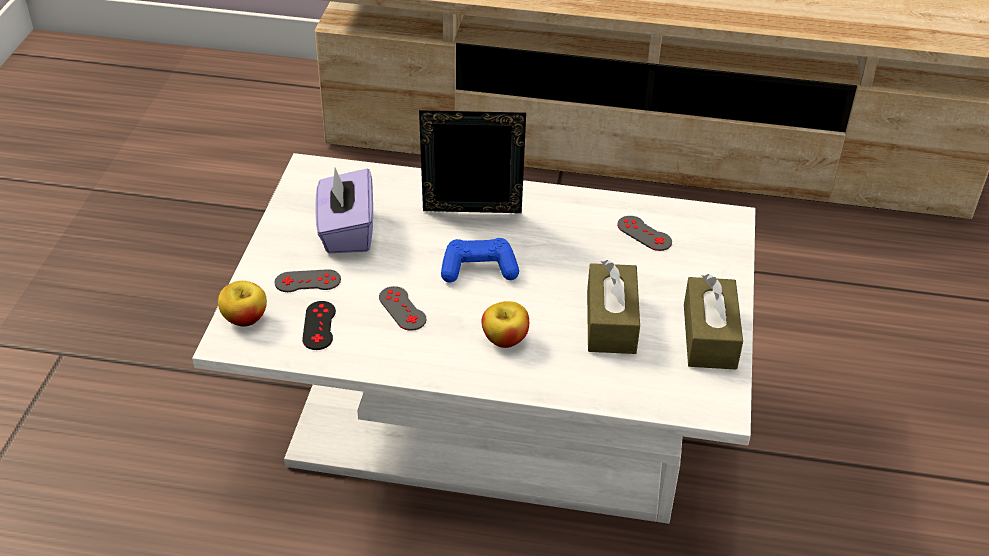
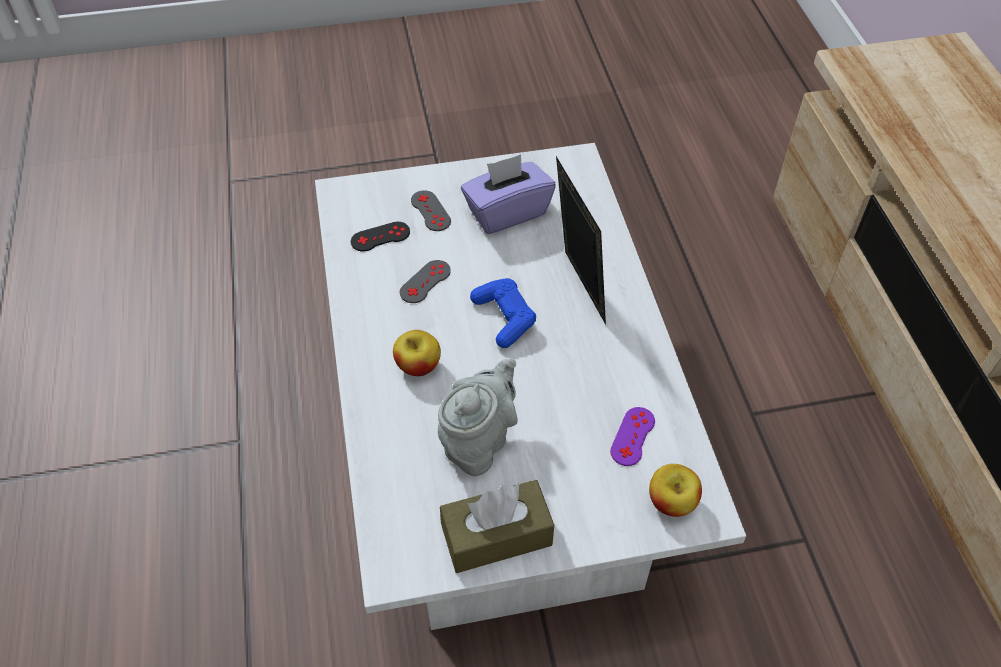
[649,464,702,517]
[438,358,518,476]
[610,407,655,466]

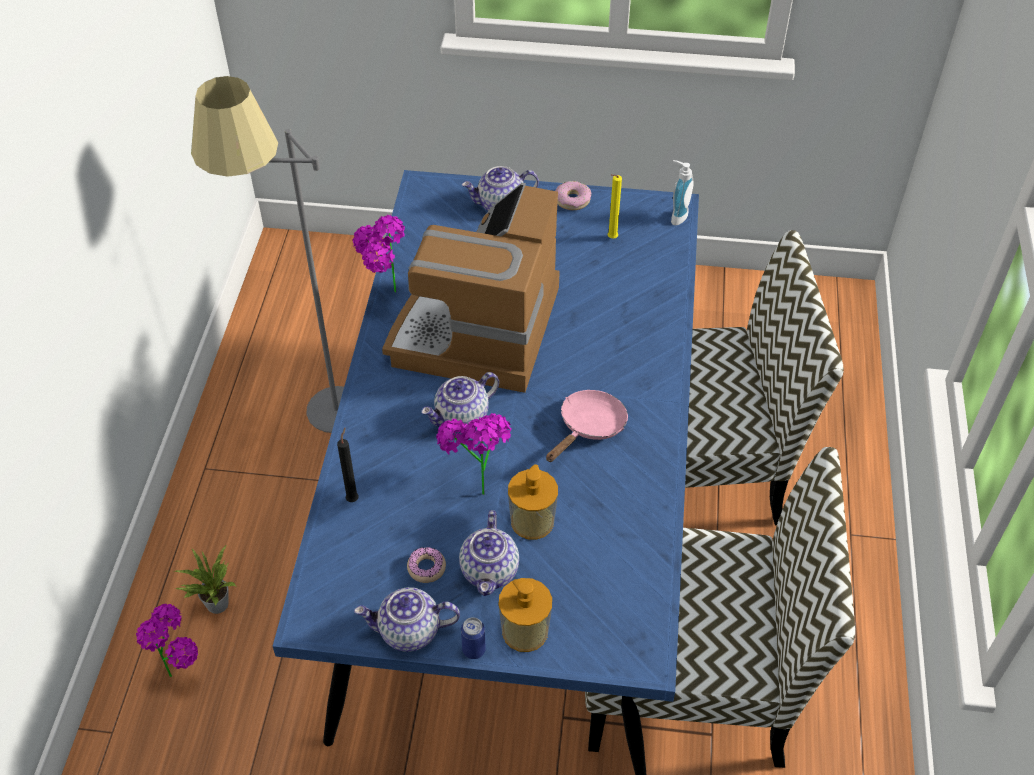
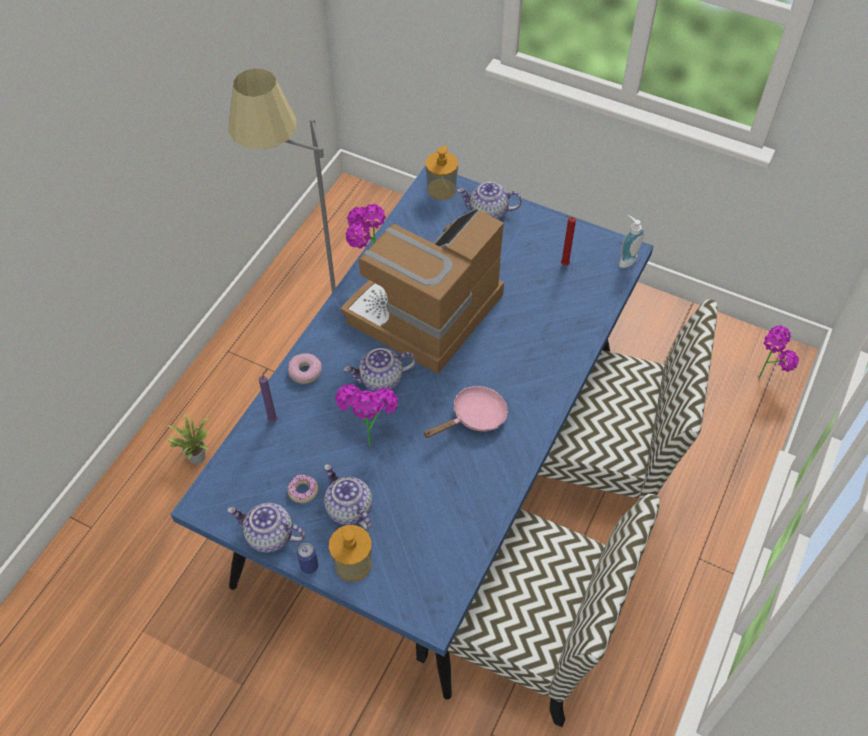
[759,325,799,377]
[259,368,278,423]
[324,464,372,531]
[425,146,458,200]
[288,353,322,384]
[561,216,576,266]

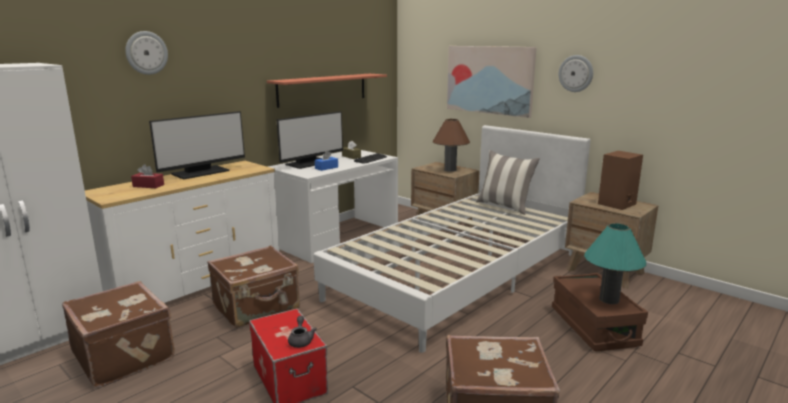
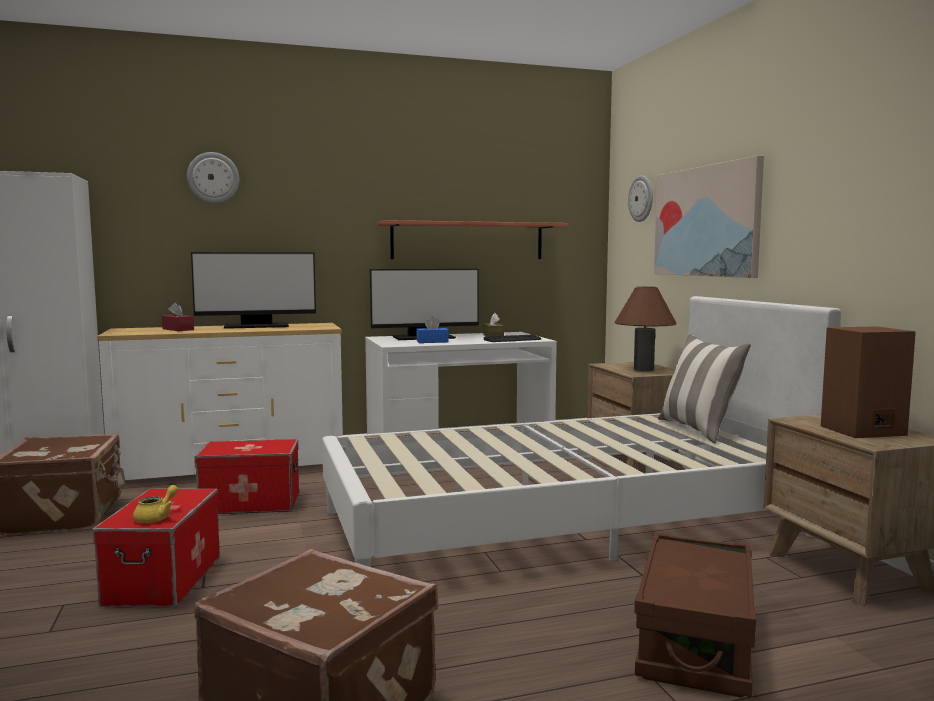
[194,439,299,514]
[133,485,178,523]
[628,175,653,222]
[584,223,646,304] (first image)

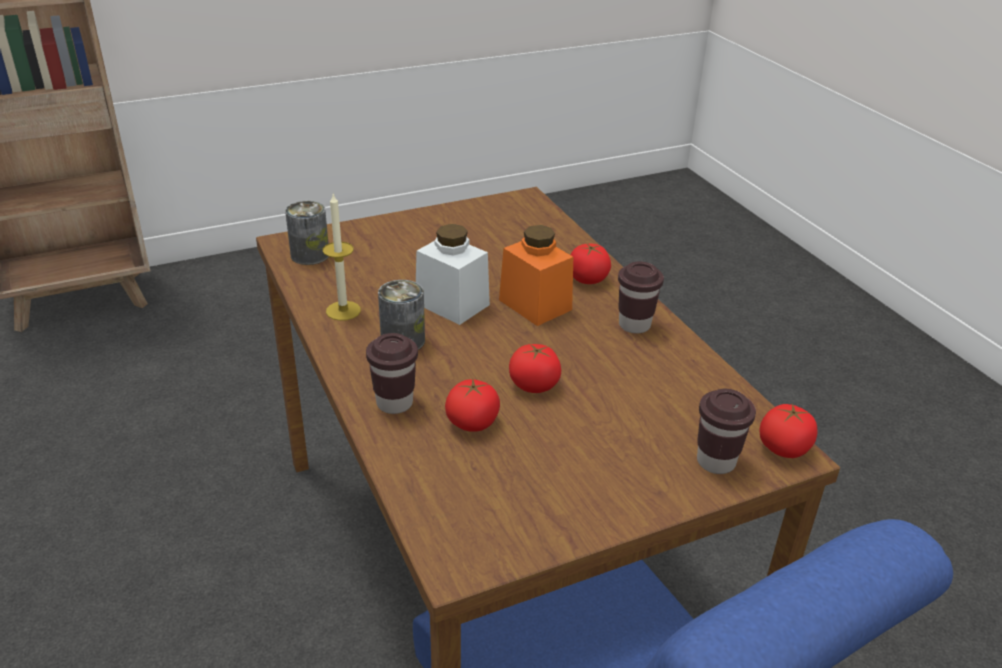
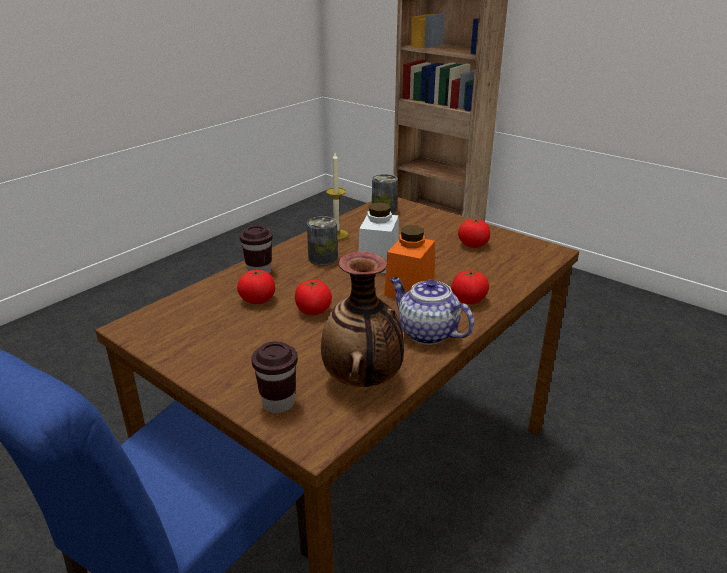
[390,277,474,345]
[458,219,490,248]
[321,251,404,387]

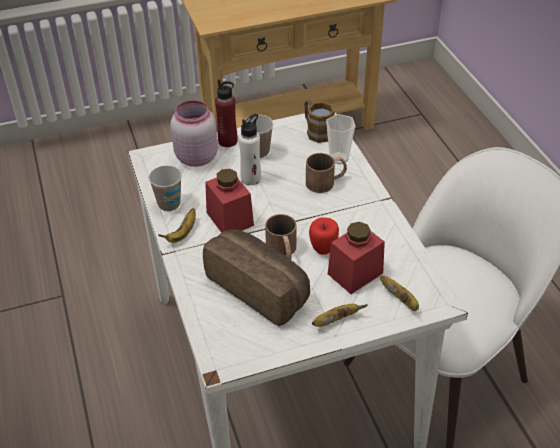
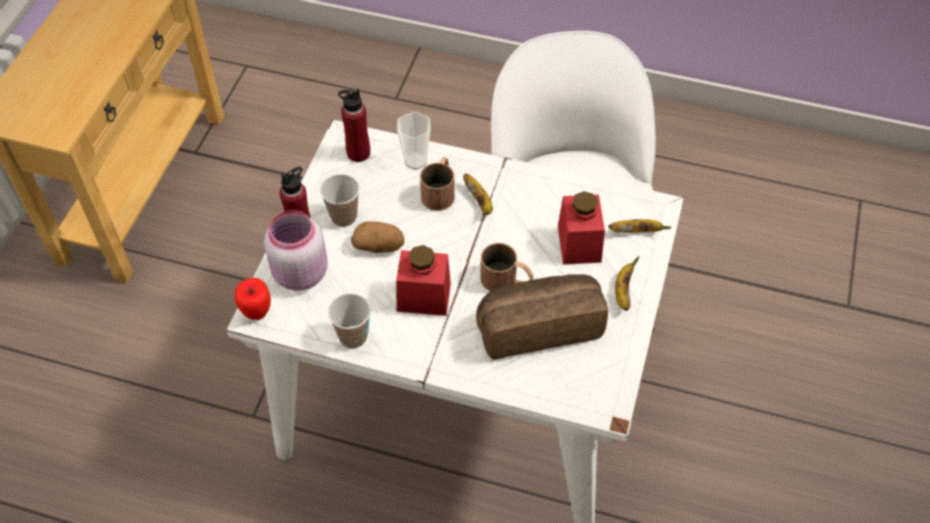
[463,173,493,215]
[351,221,405,253]
[338,89,370,162]
[234,278,271,320]

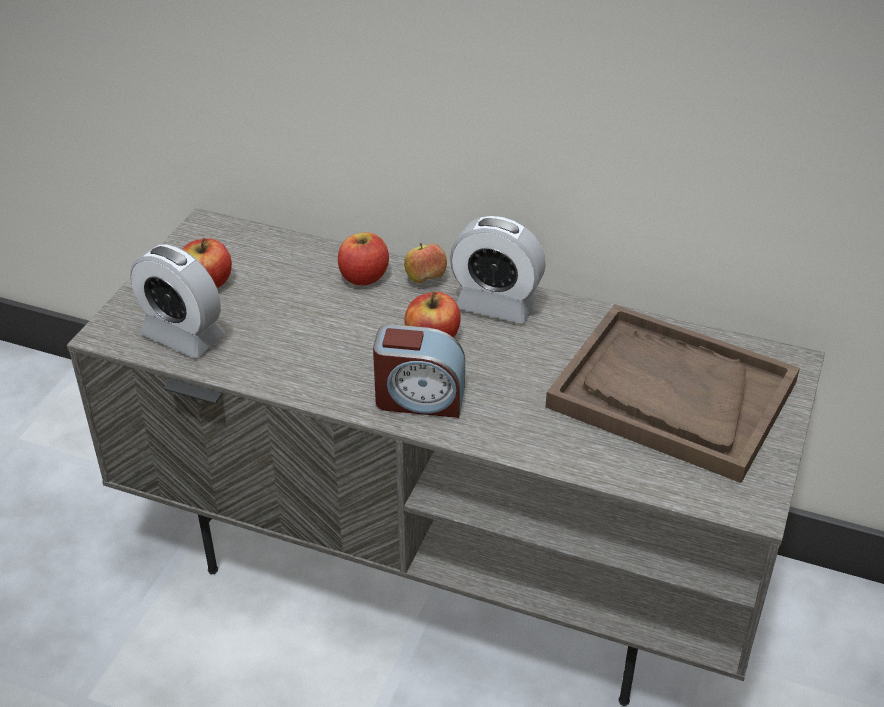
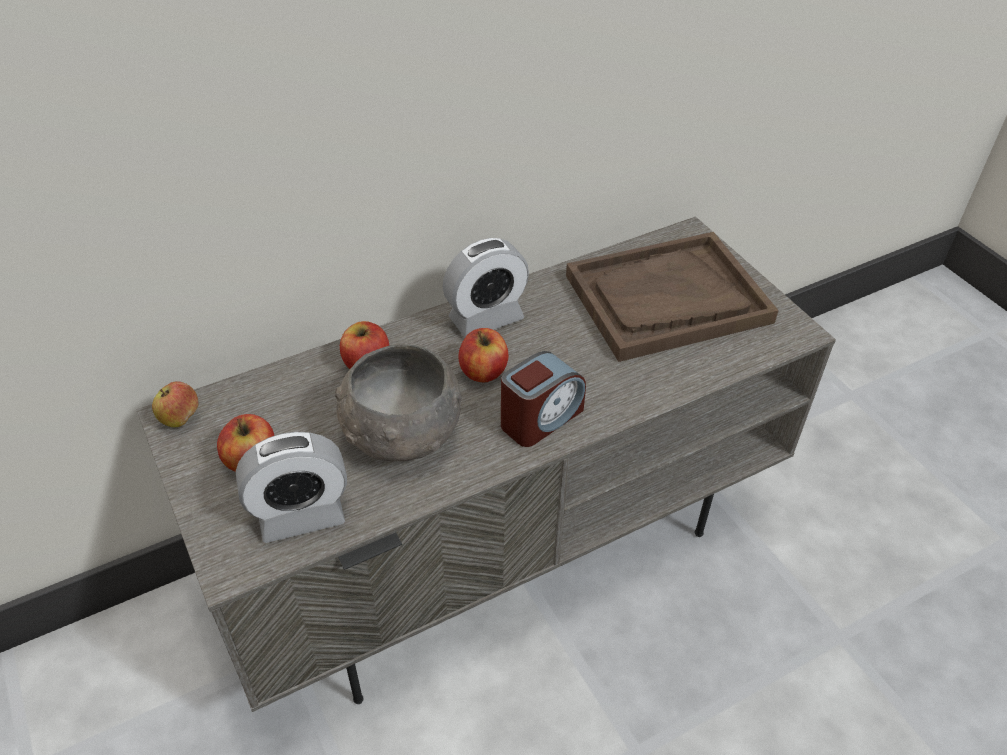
[152,381,198,427]
[335,344,462,461]

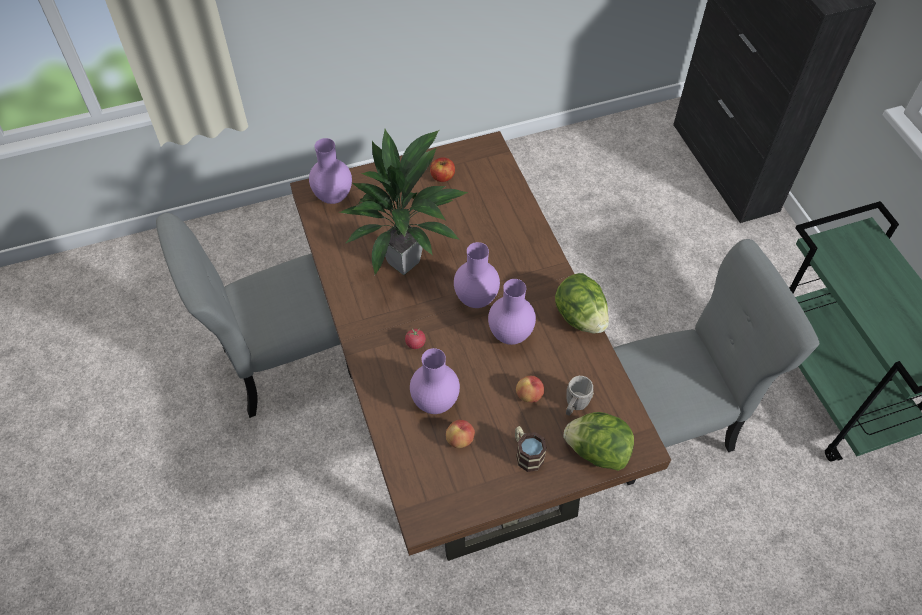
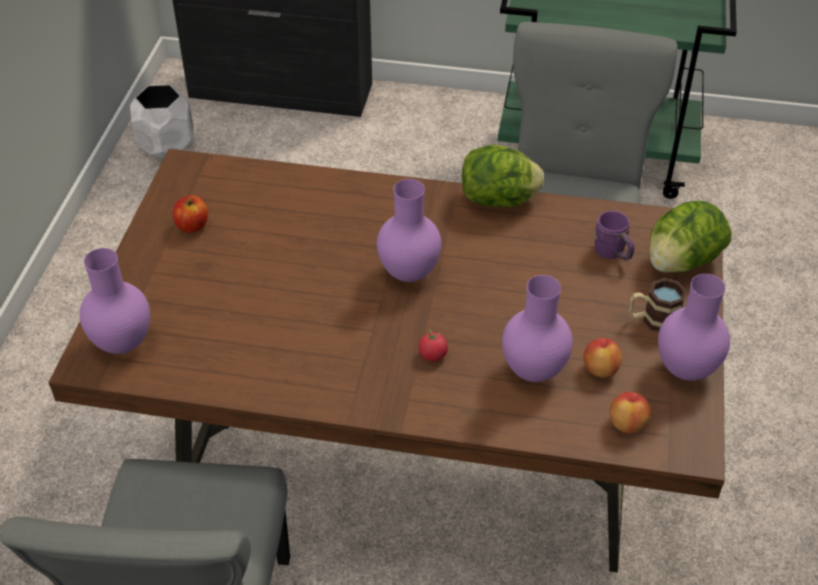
[340,129,468,275] (first image)
[658,274,730,381]
[610,392,651,434]
[594,211,635,260]
[130,85,194,159]

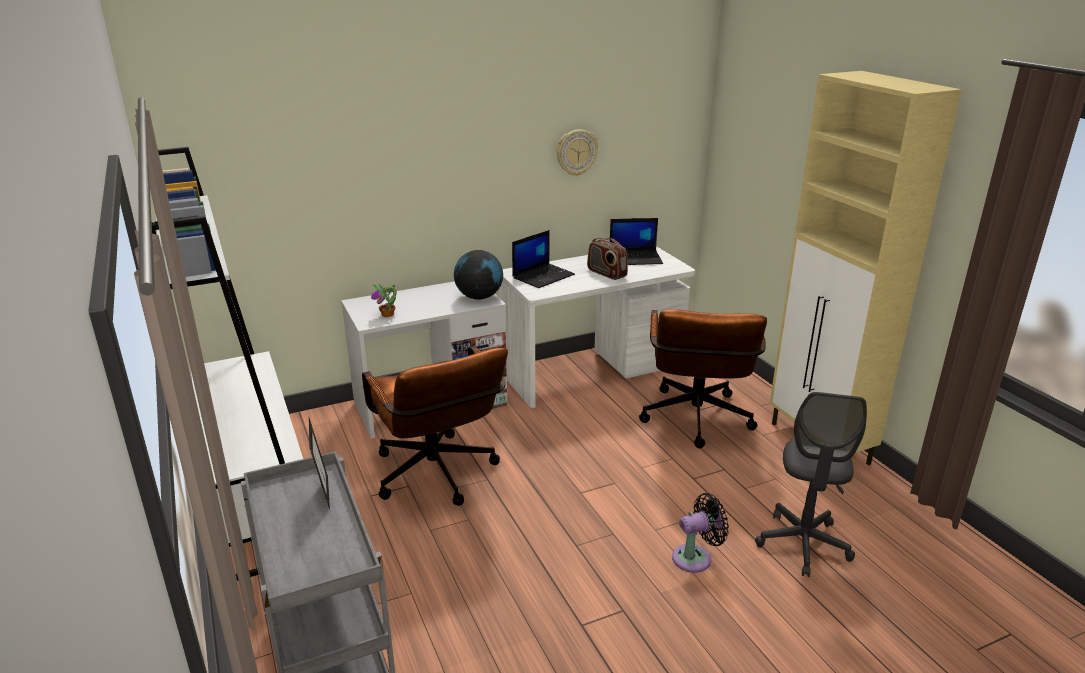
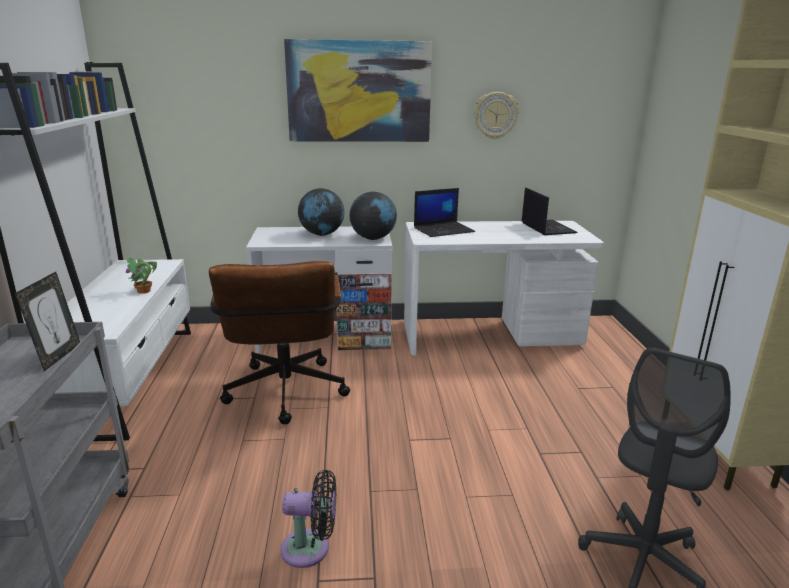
[126,257,157,294]
[587,238,628,280] (first image)
[521,187,578,235]
[639,309,767,448] (first image)
[281,470,336,568]
[284,39,432,142]
[298,188,345,236]

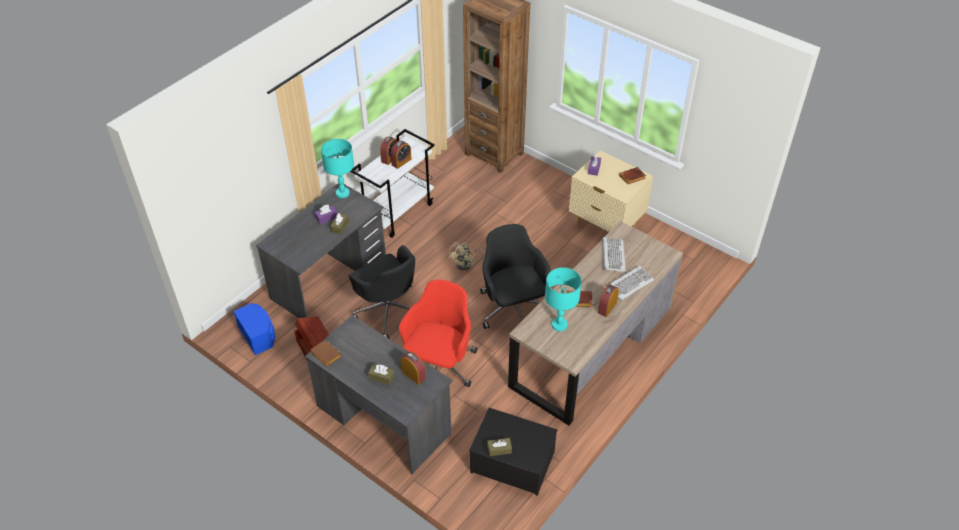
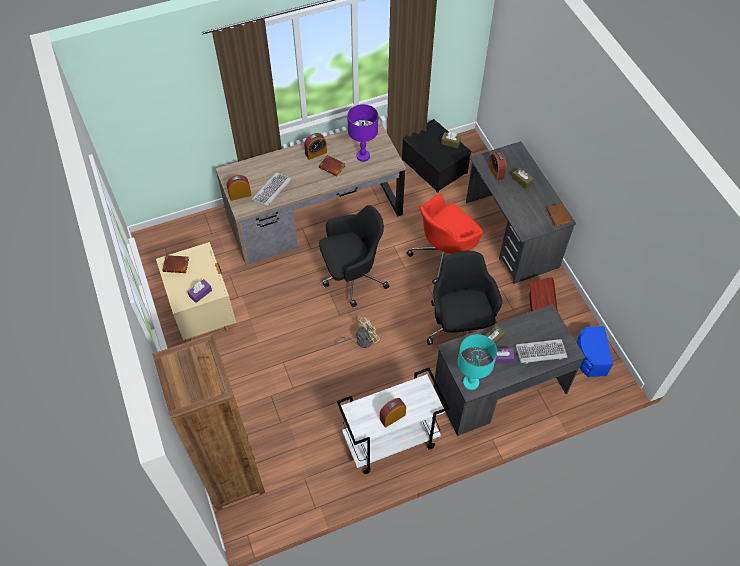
[227,175,251,201]
[319,205,389,307]
[347,104,378,162]
[515,339,568,364]

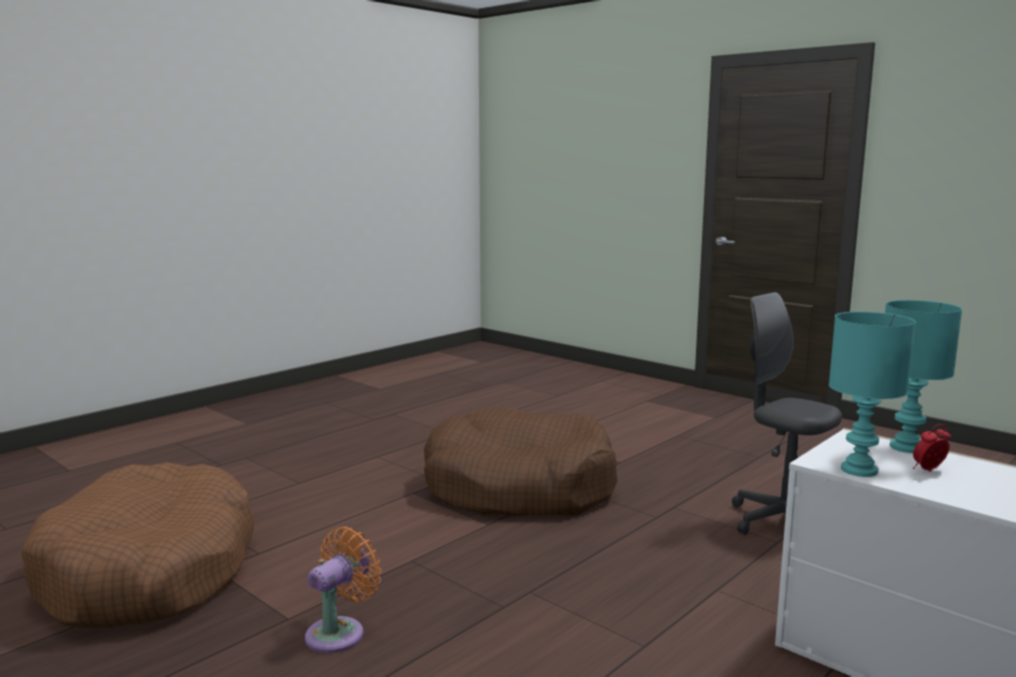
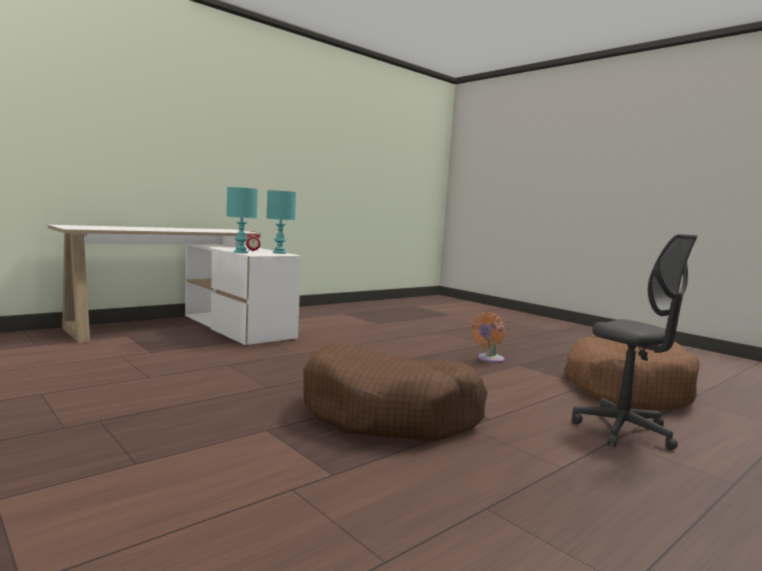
[572,234,698,450]

